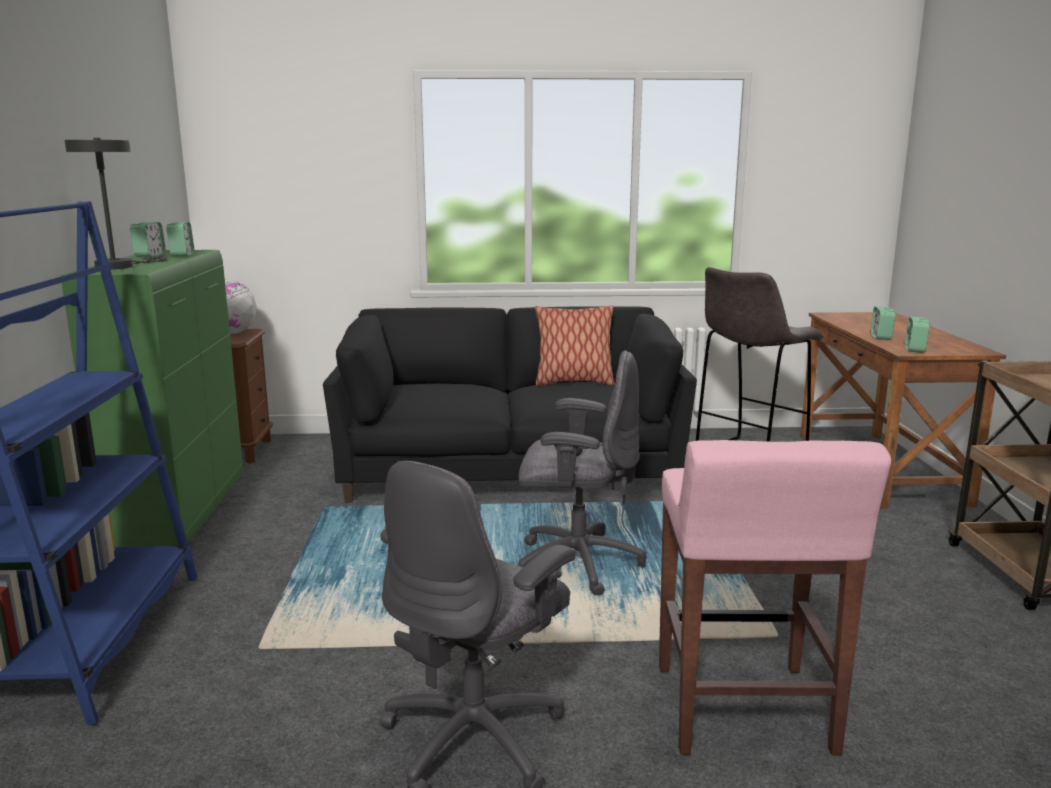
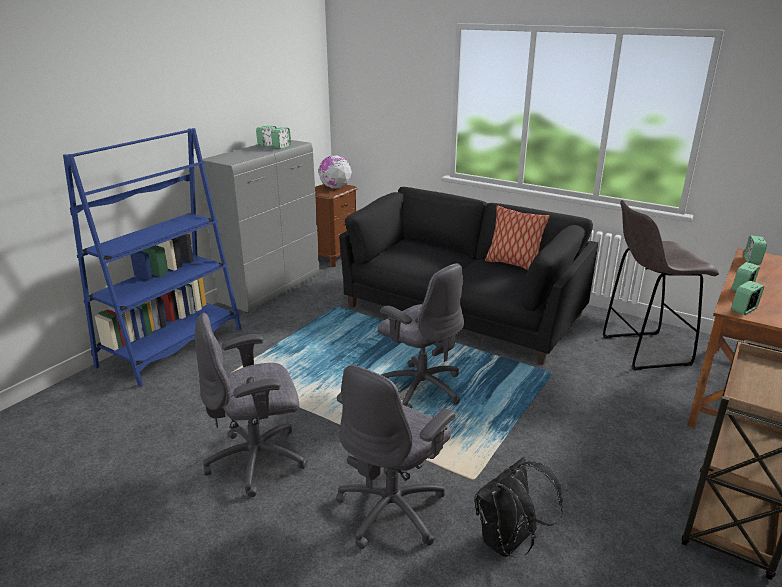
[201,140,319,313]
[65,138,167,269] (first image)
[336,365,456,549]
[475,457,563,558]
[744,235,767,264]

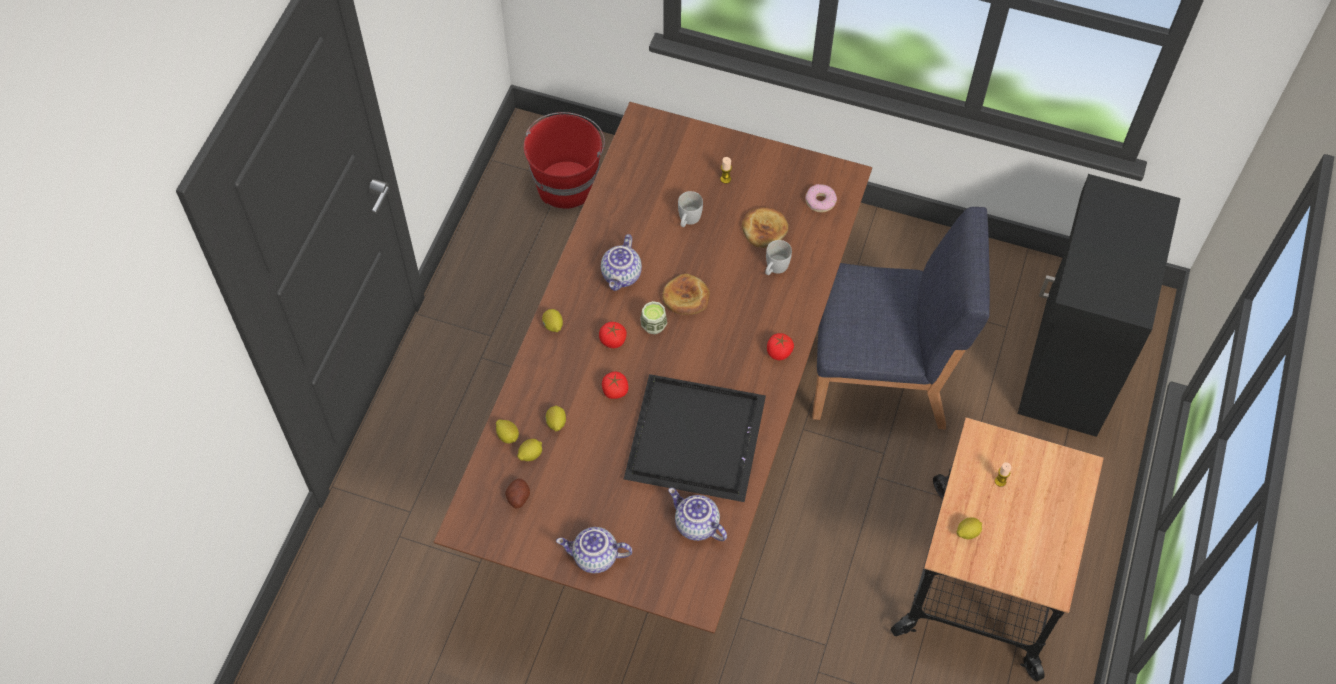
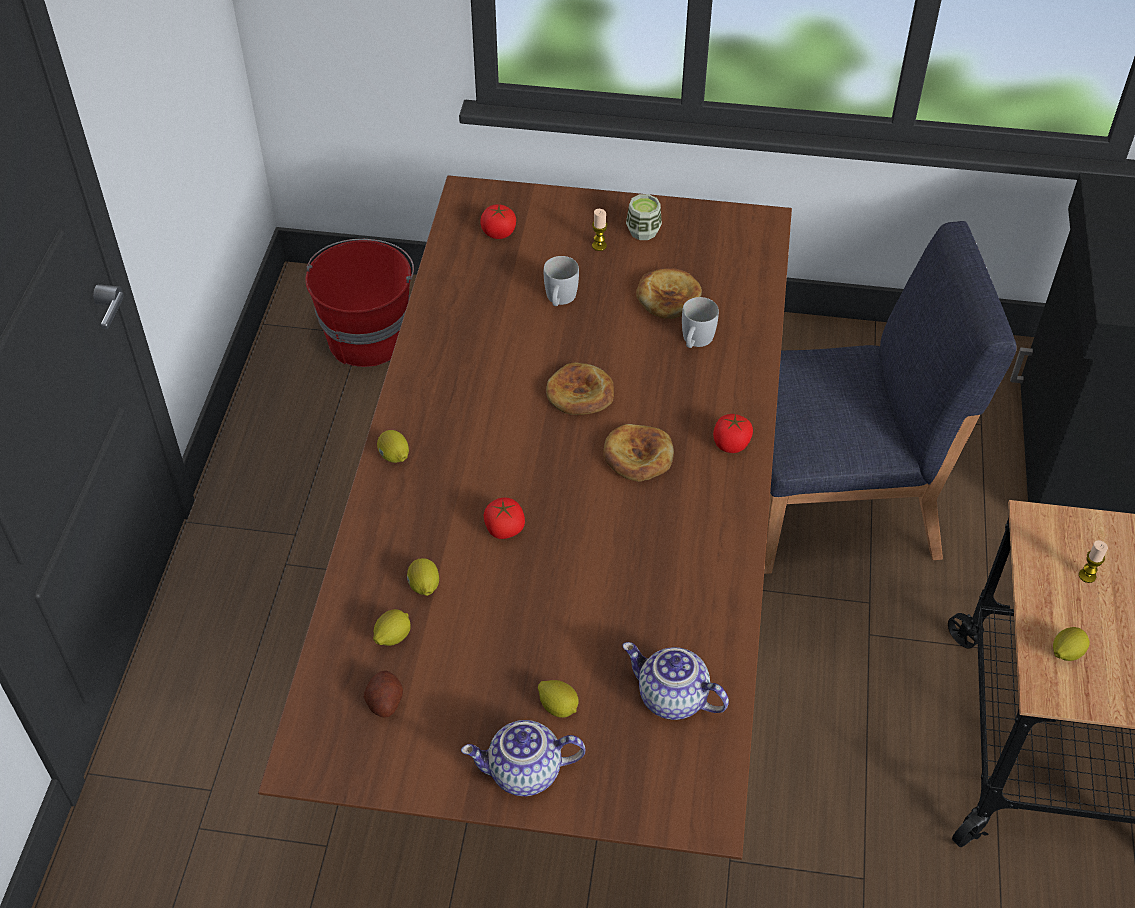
[538,680,579,718]
[480,204,516,239]
[601,234,642,291] (first image)
[624,374,766,502] (first image)
[626,194,662,240]
[805,184,837,212] (first image)
[603,424,674,482]

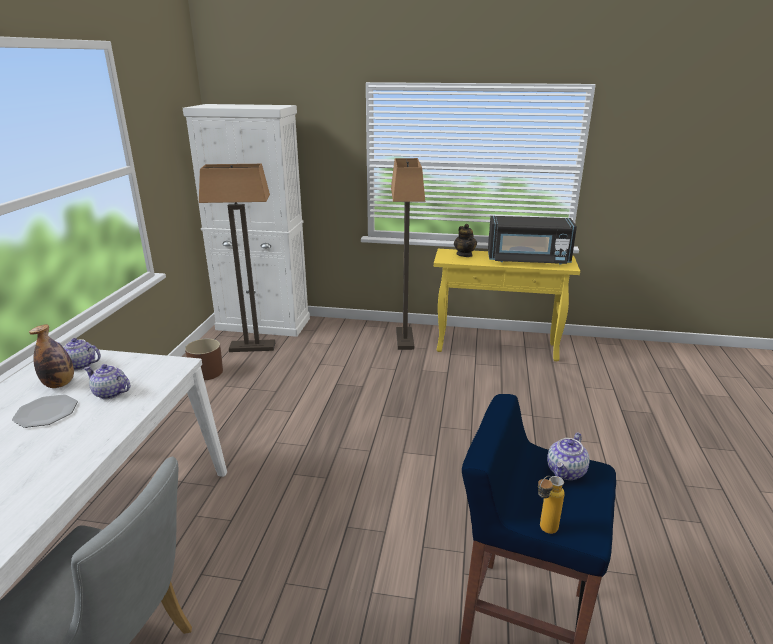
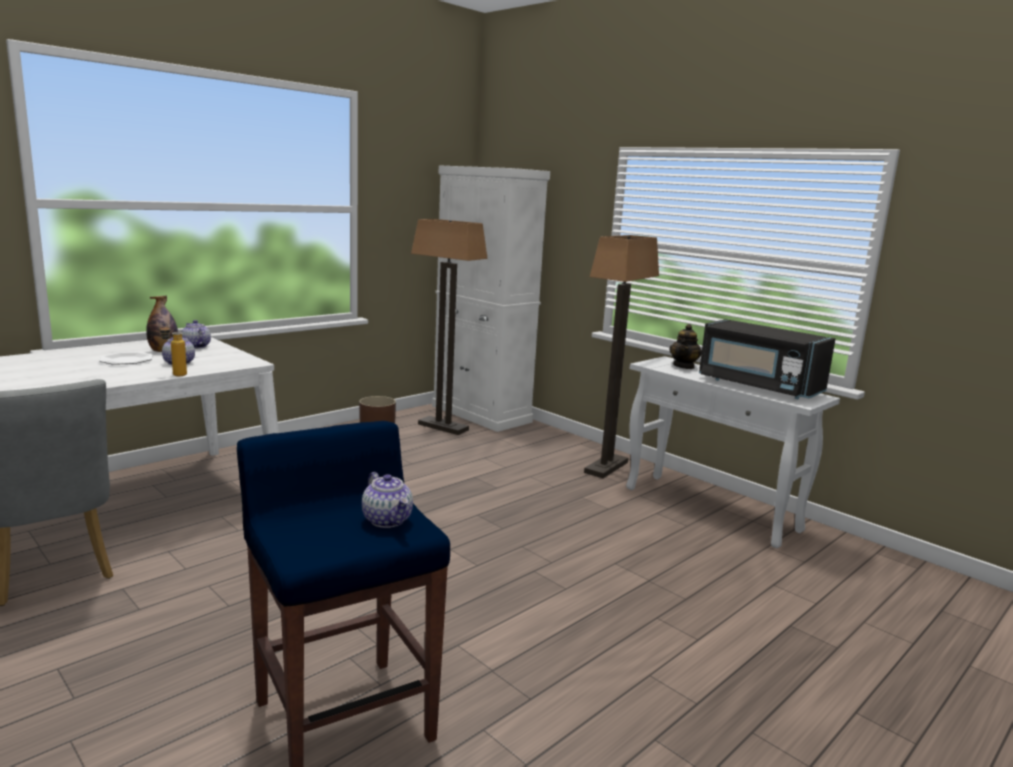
[626,356,840,548]
[159,323,187,376]
[362,472,413,528]

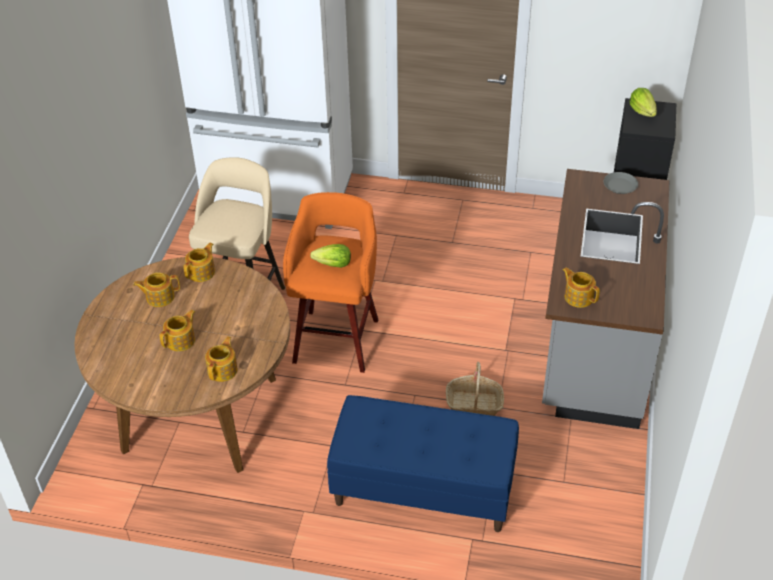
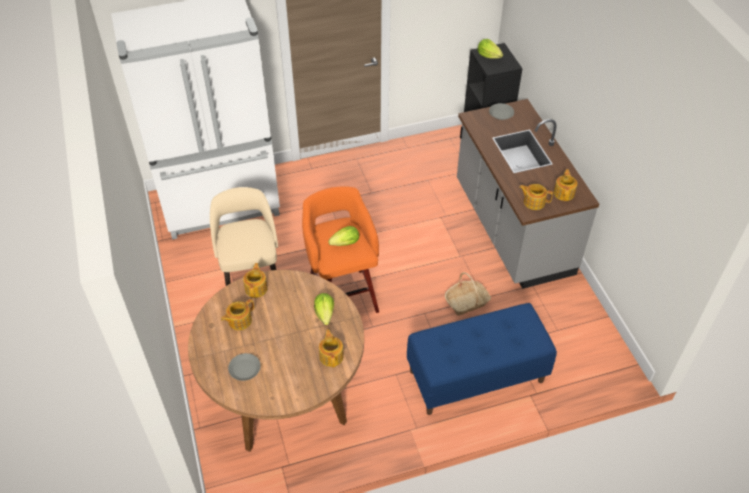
[554,169,577,201]
[228,353,261,381]
[314,293,334,325]

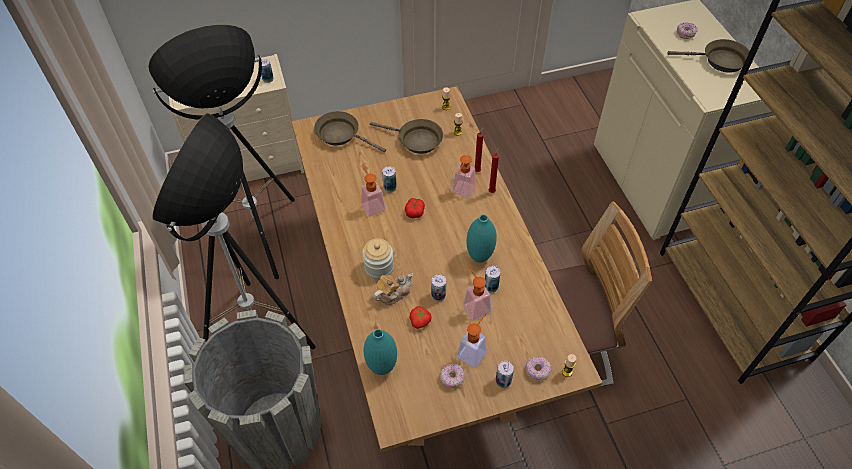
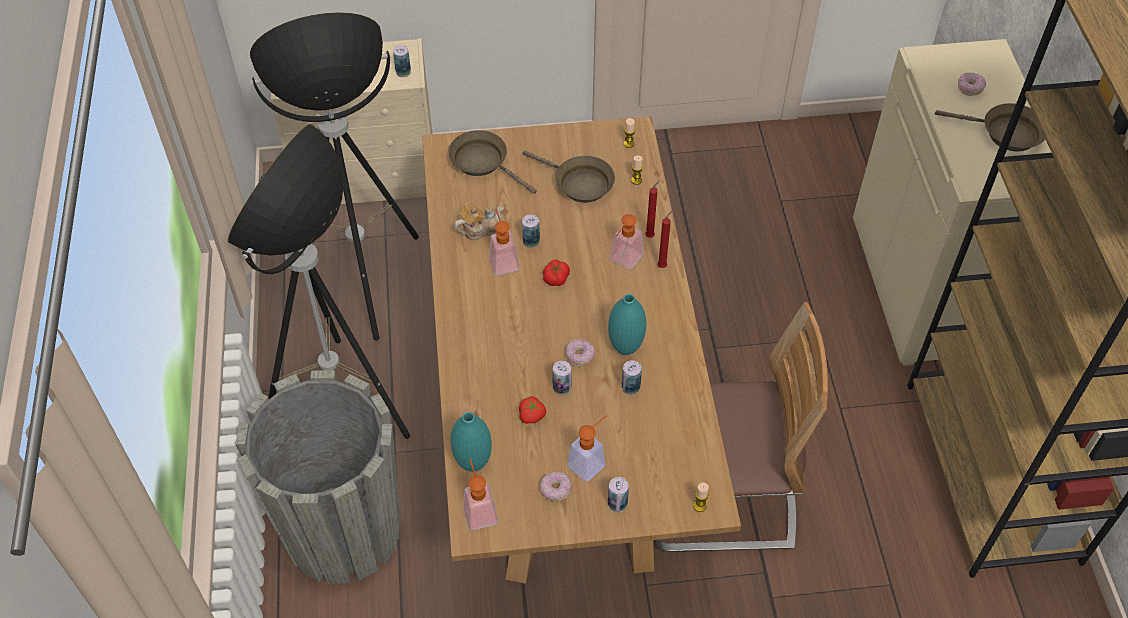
[362,238,394,280] (first image)
[454,203,504,240]
[463,459,498,530]
[565,339,595,366]

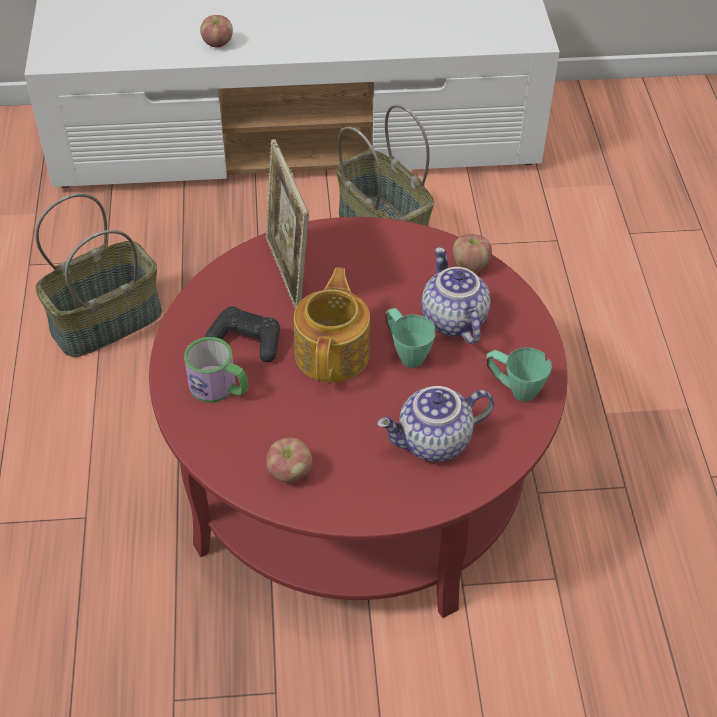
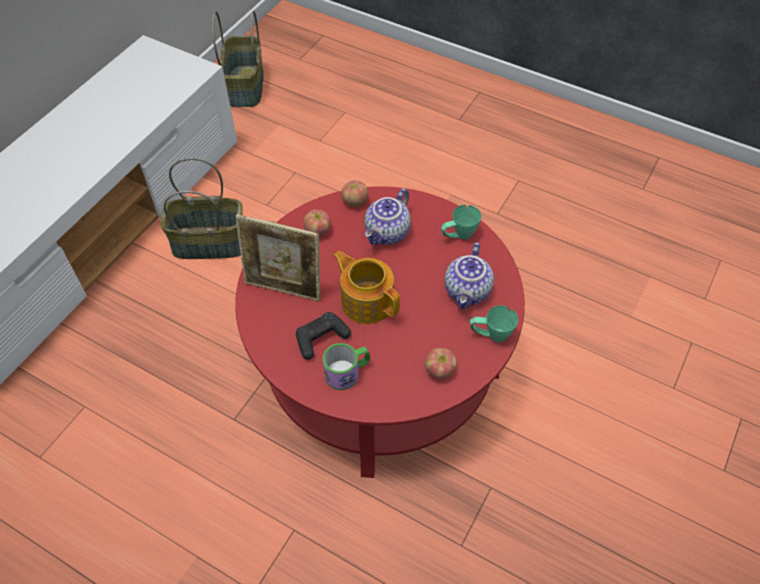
[212,11,264,107]
[303,209,331,237]
[470,305,518,342]
[365,188,411,245]

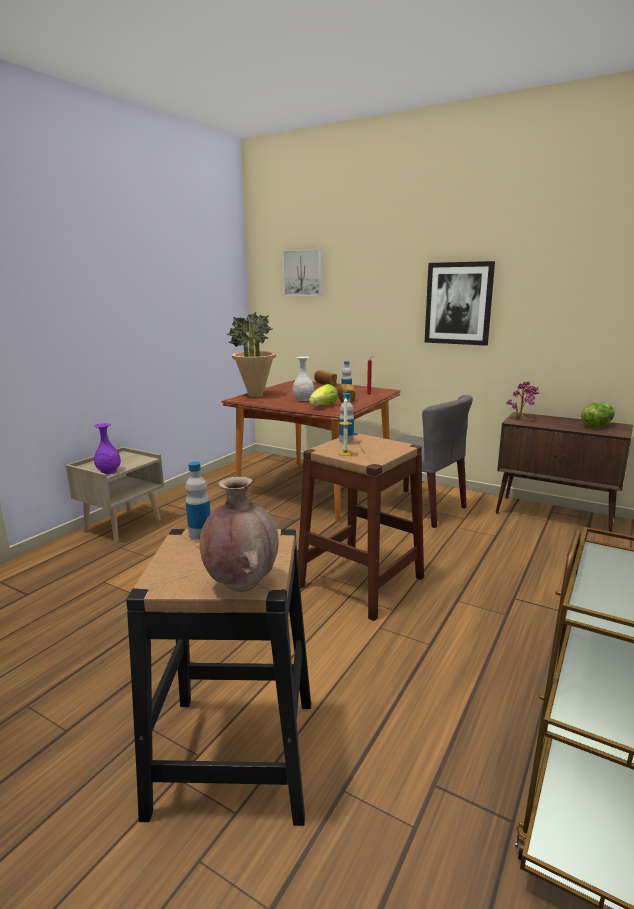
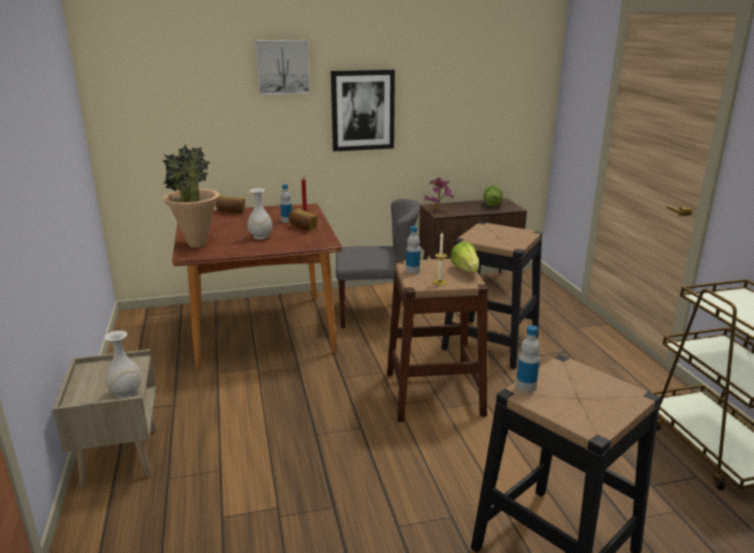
[105,331,142,398]
[200,477,279,592] (first image)
[255,40,310,95]
[451,242,479,273]
[441,222,542,369]

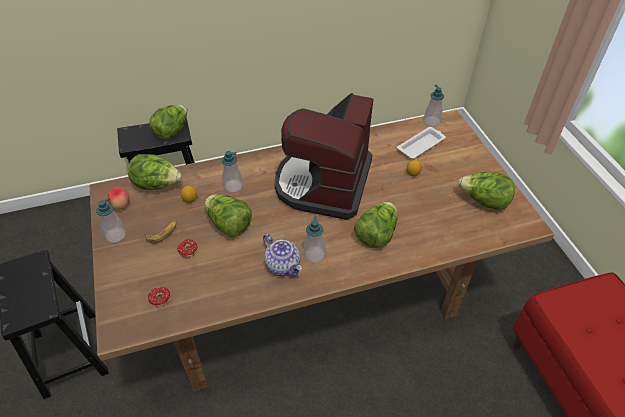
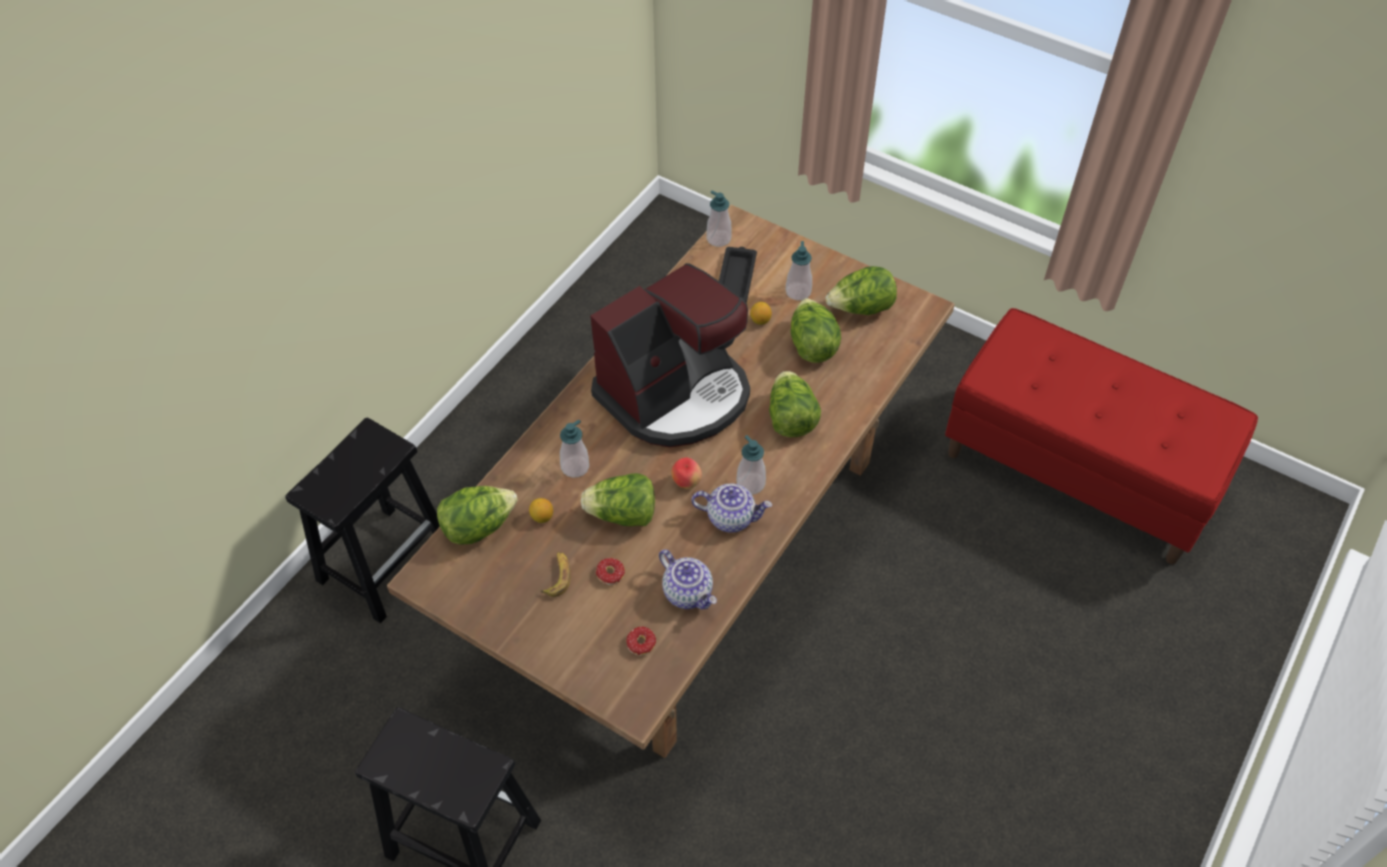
[785,241,812,301]
[671,457,702,489]
[791,298,841,363]
[590,263,750,447]
[719,247,757,302]
[659,549,717,609]

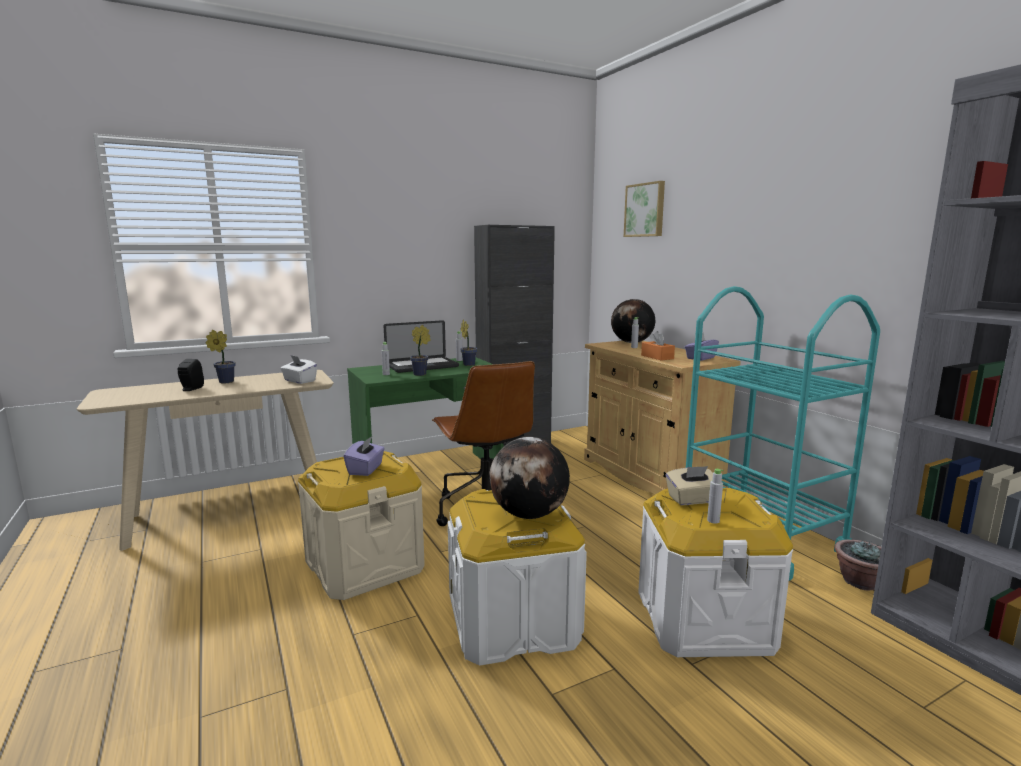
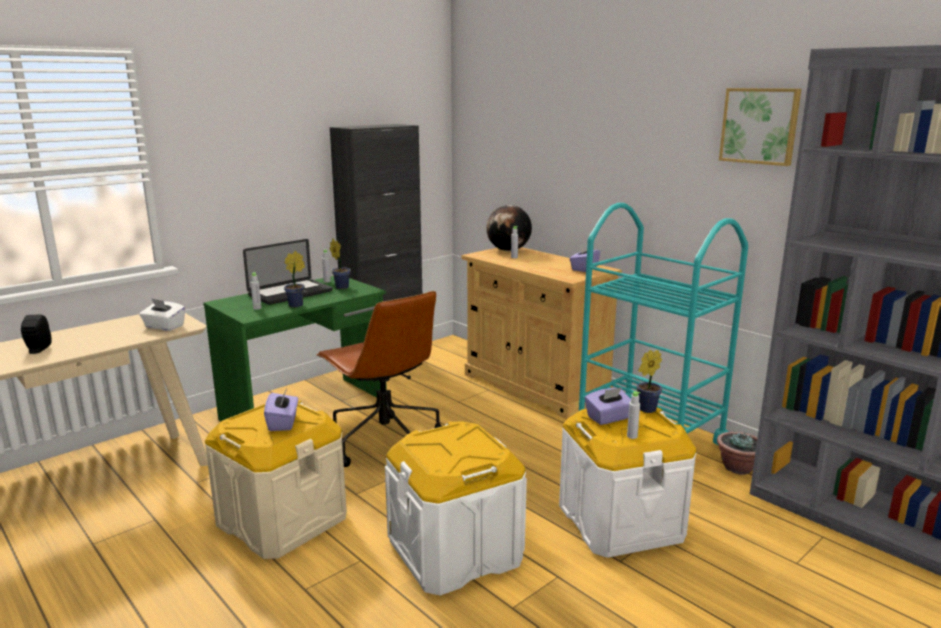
[637,350,662,413]
[489,437,570,519] (first image)
[719,88,801,166]
[641,331,675,361] (first image)
[585,387,631,425]

